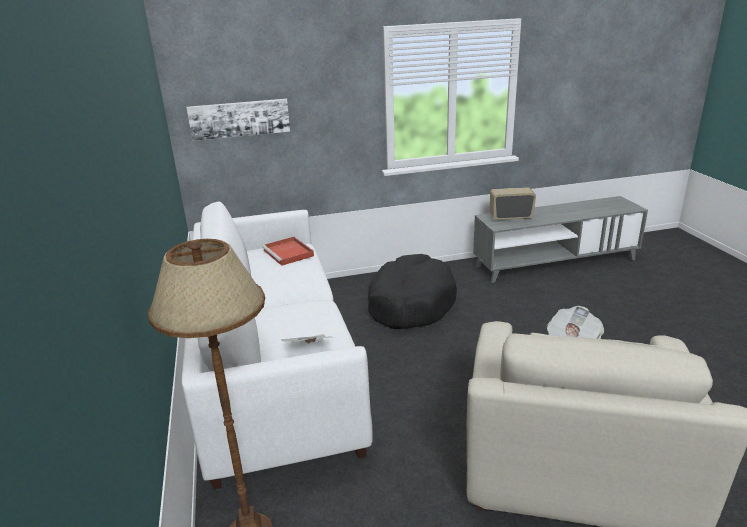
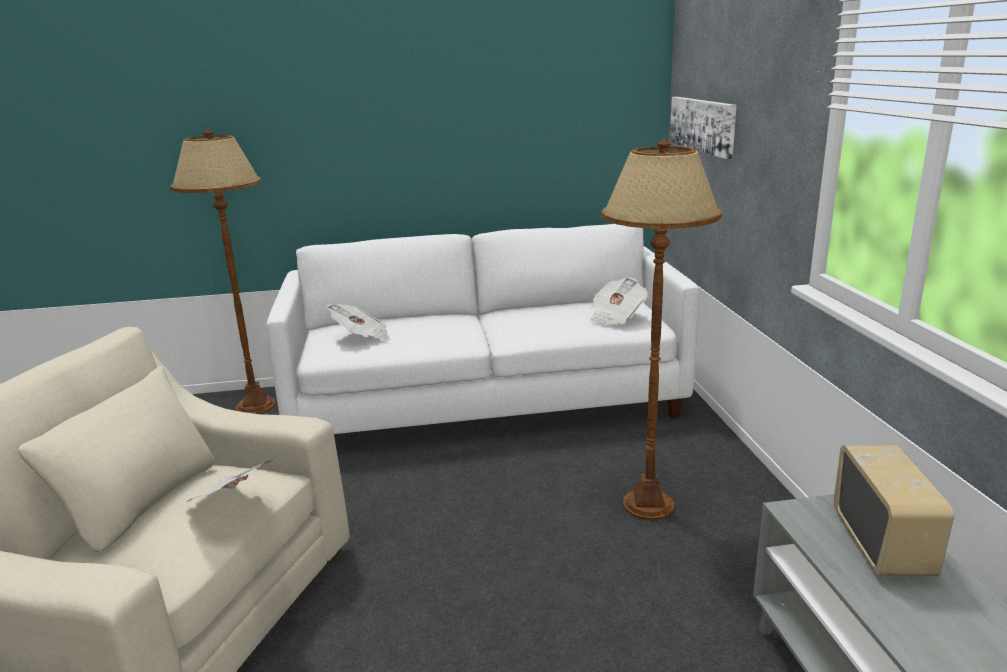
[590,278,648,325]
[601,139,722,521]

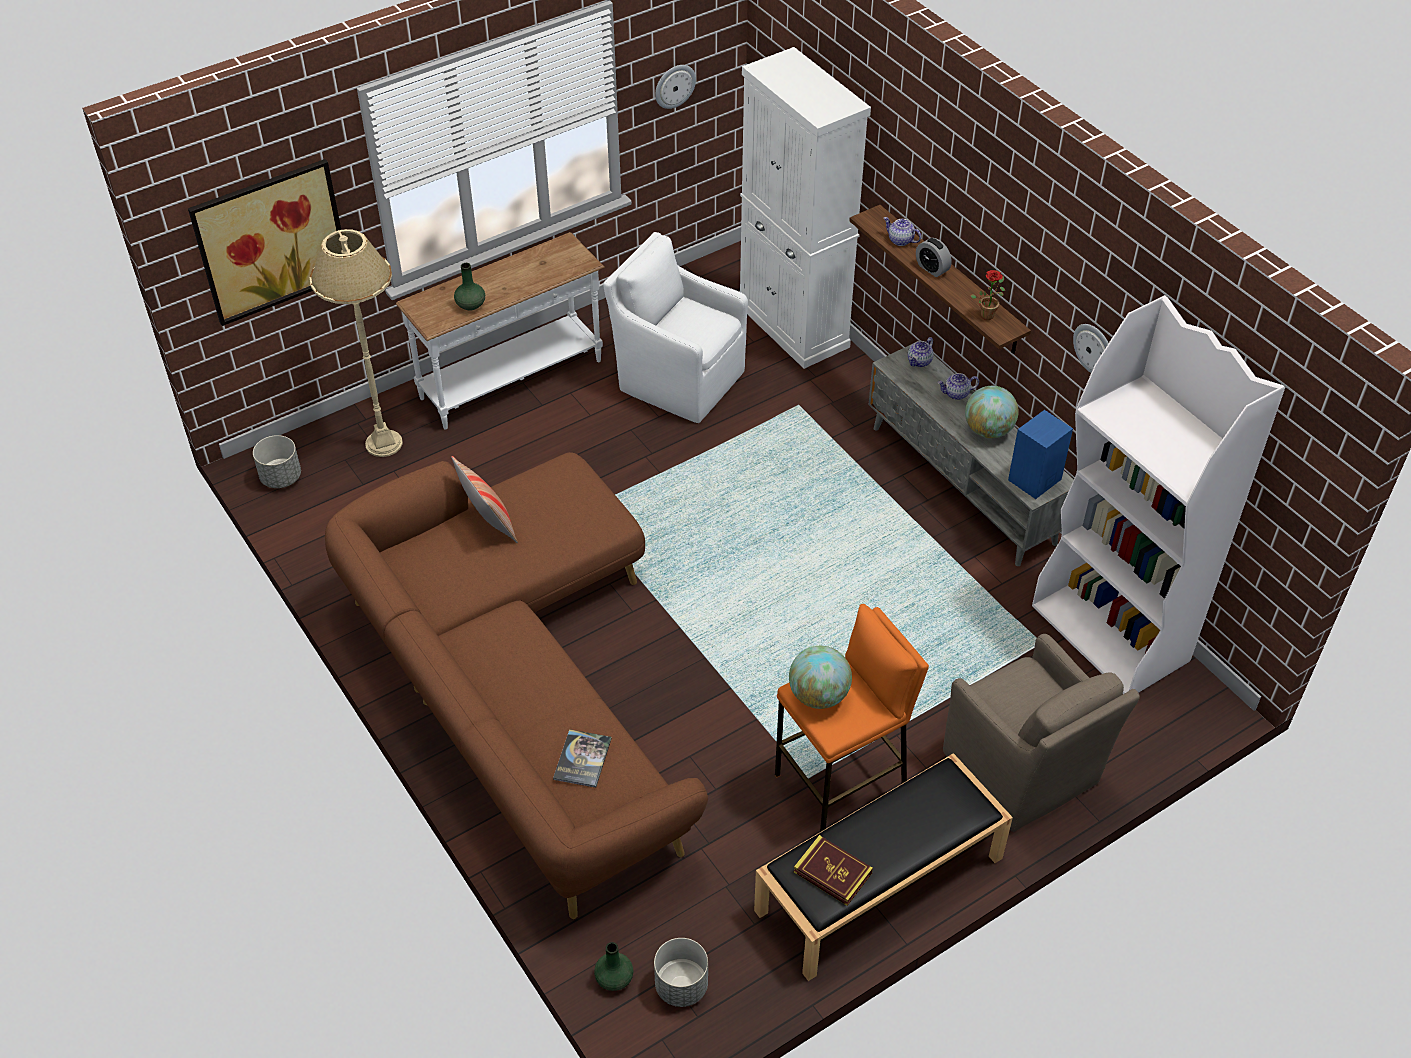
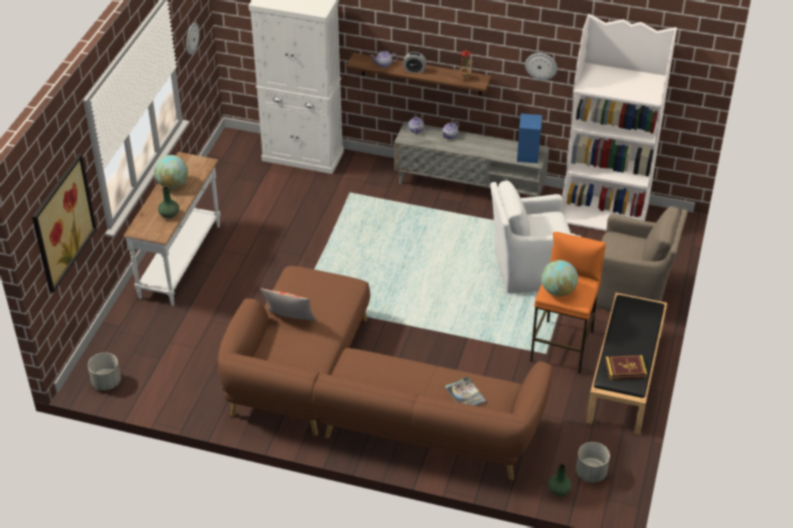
[310,229,403,457] (first image)
[490,181,576,293]
[154,155,188,189]

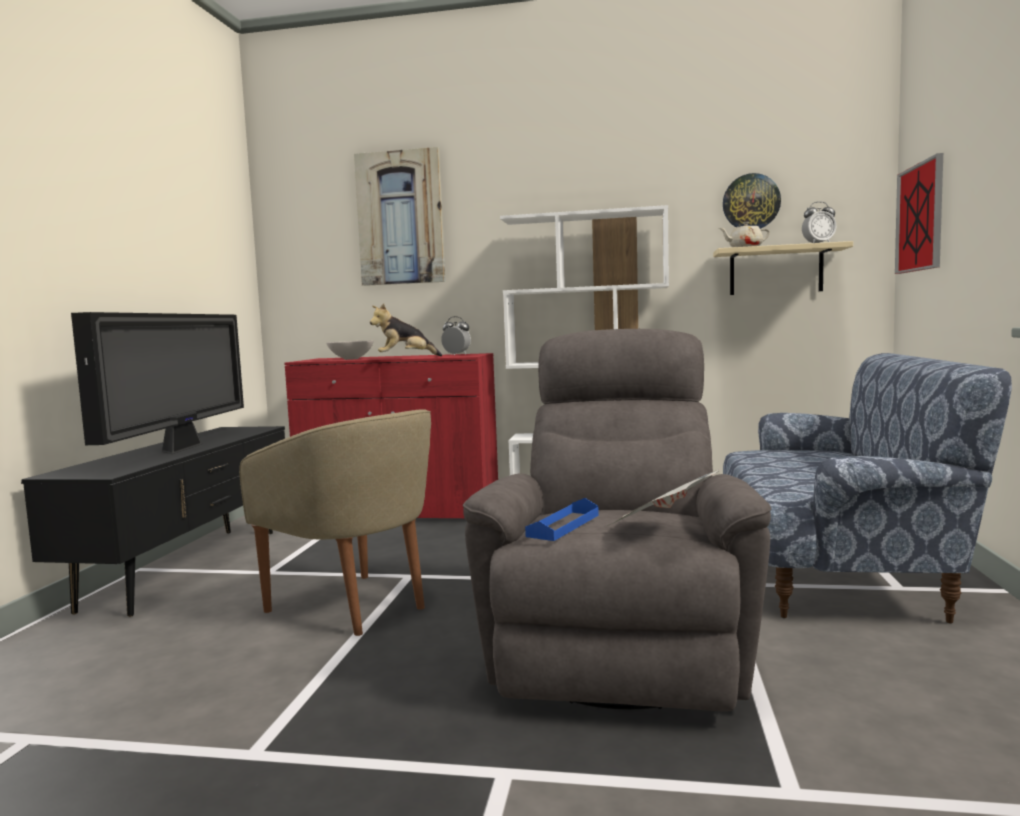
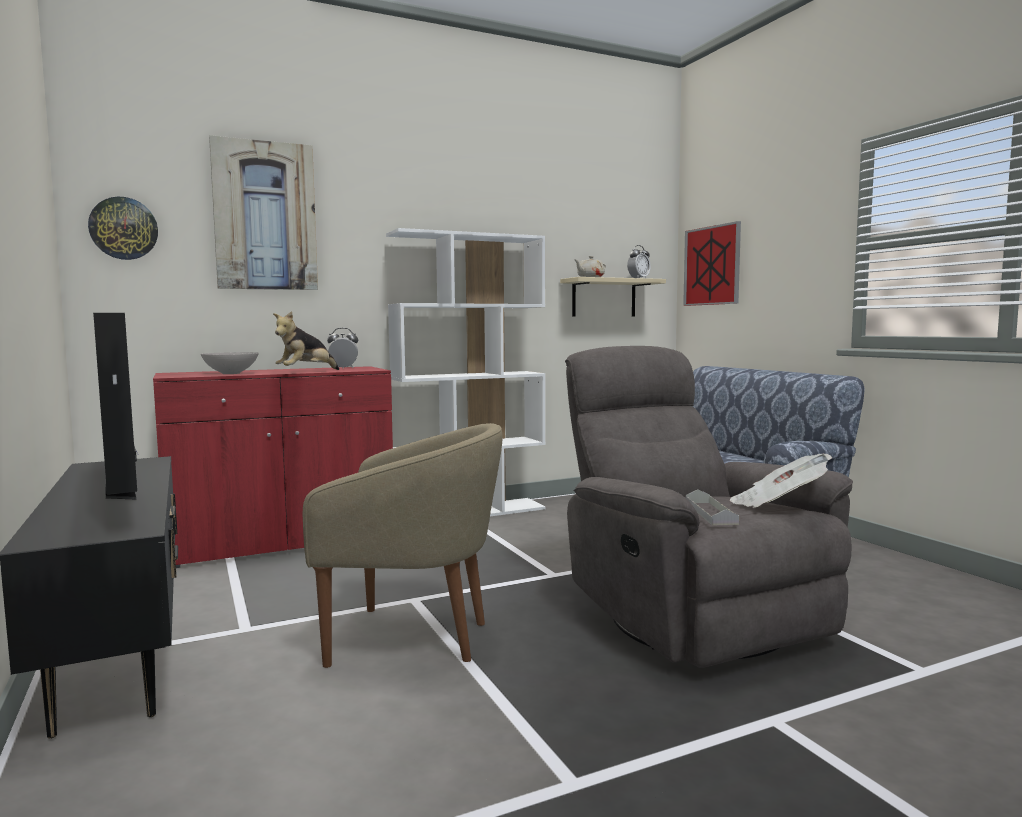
[88,197,158,260]
[686,489,739,525]

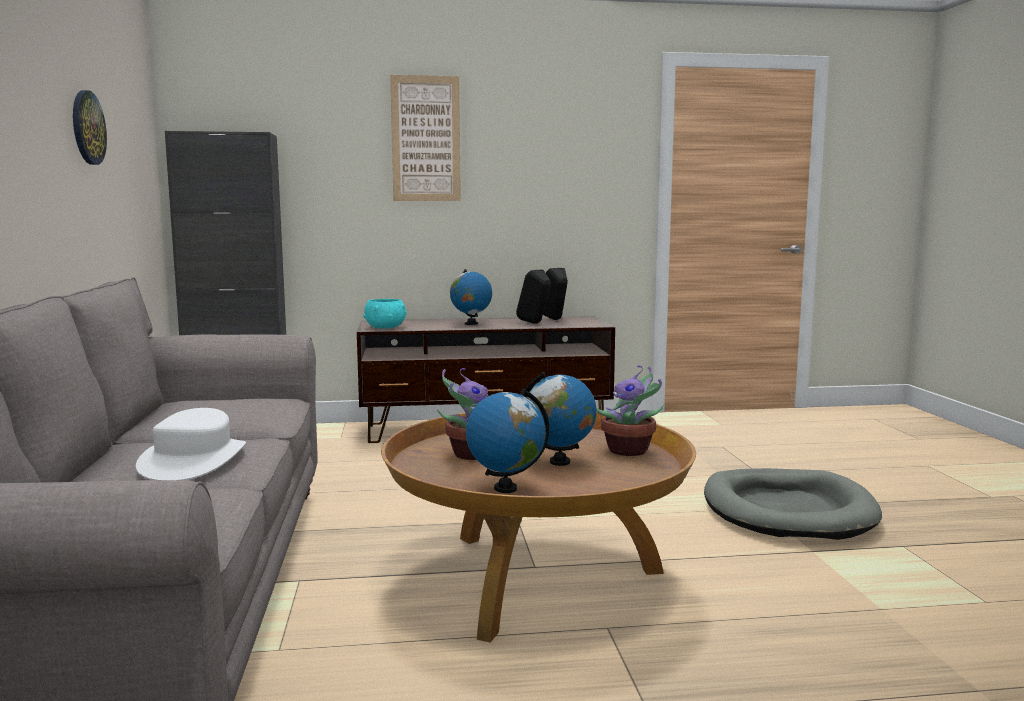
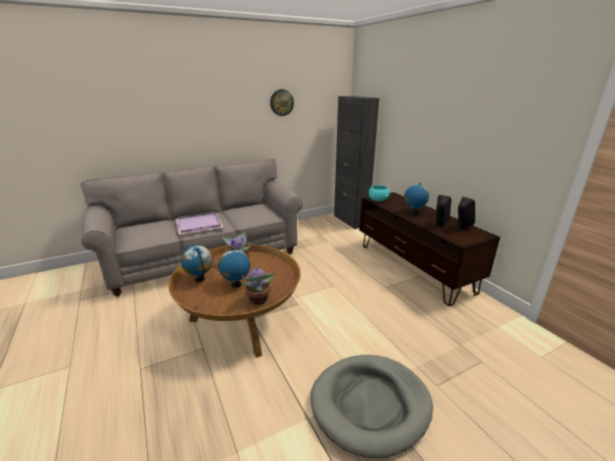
[390,75,461,201] (first image)
[176,212,224,235]

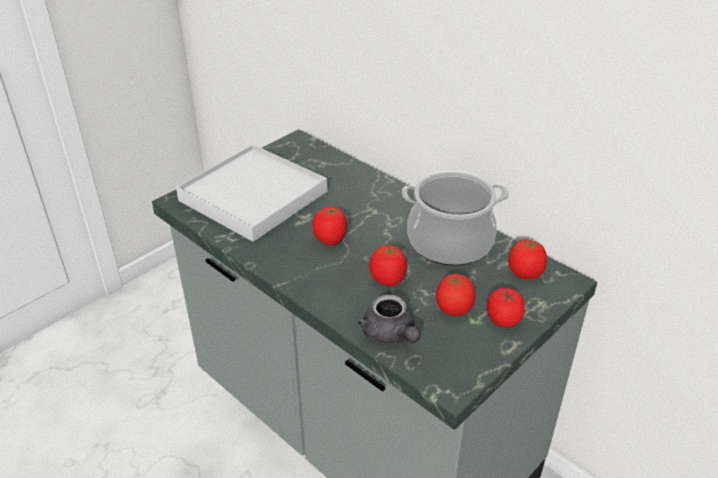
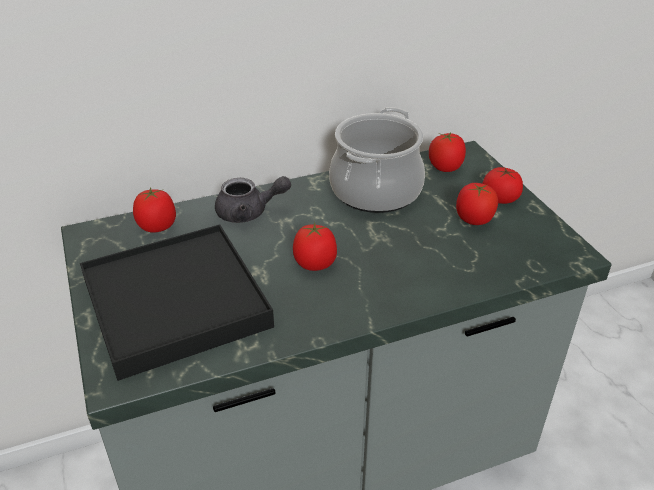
[80,224,274,381]
[133,187,176,233]
[215,176,291,223]

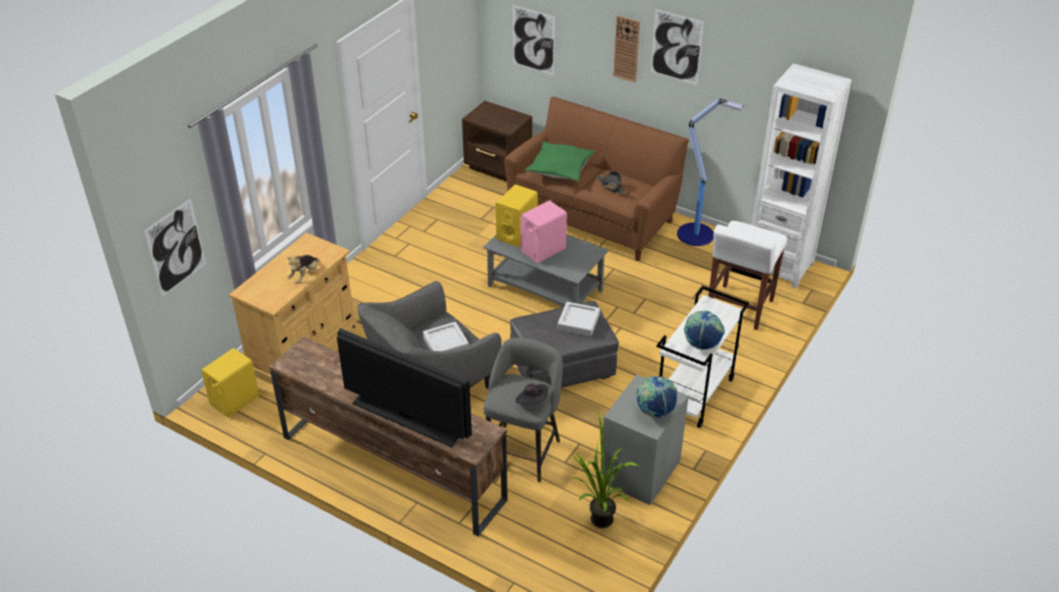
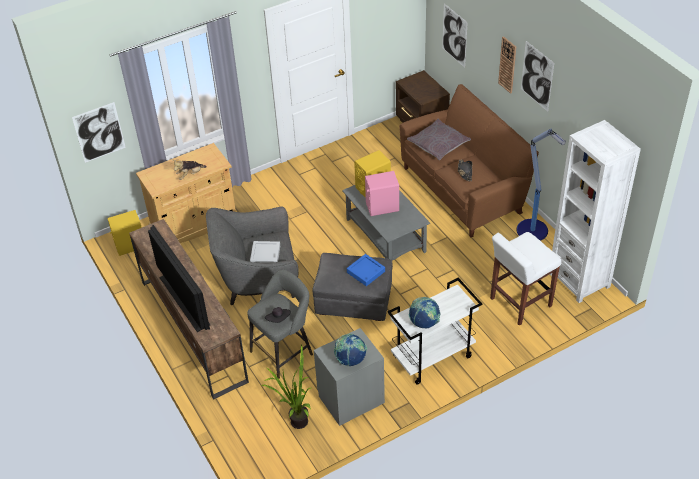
[407,119,471,160]
[347,254,385,286]

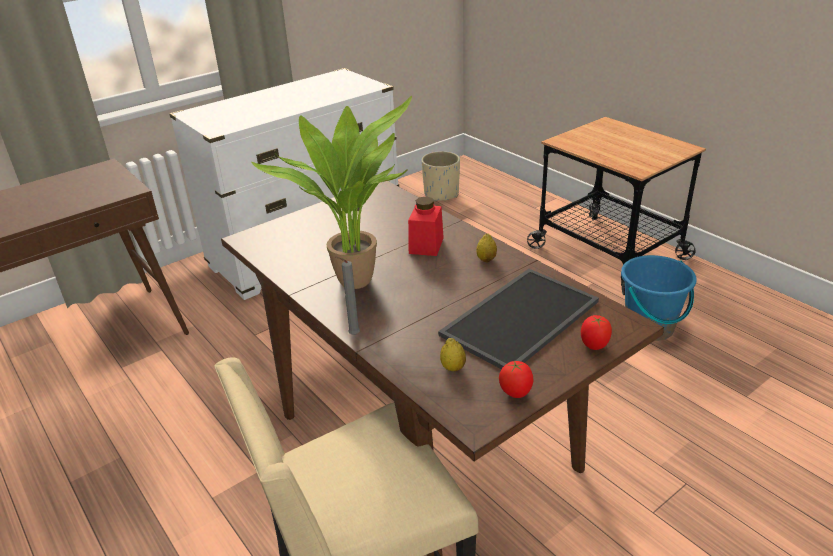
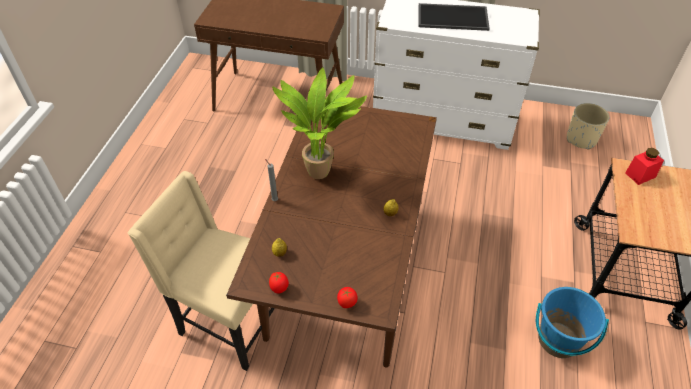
[625,148,664,185]
[419,3,490,31]

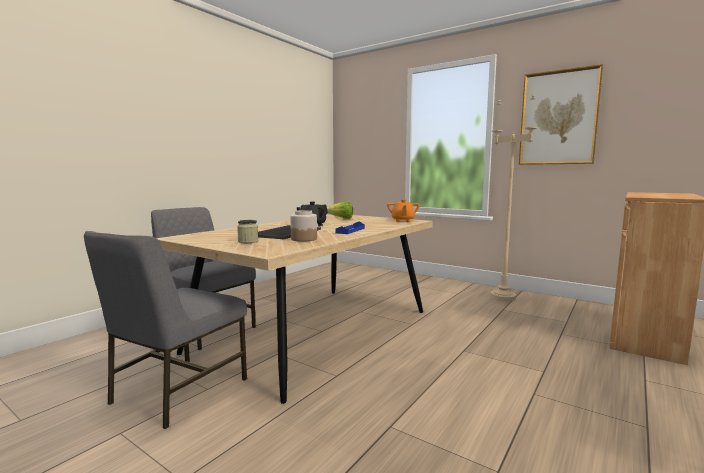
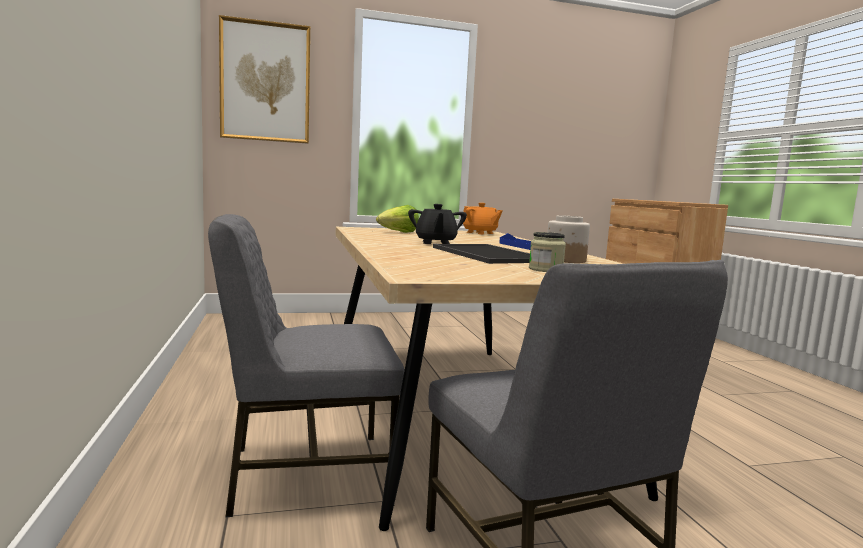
[219,15,310,144]
[491,94,537,302] (first image)

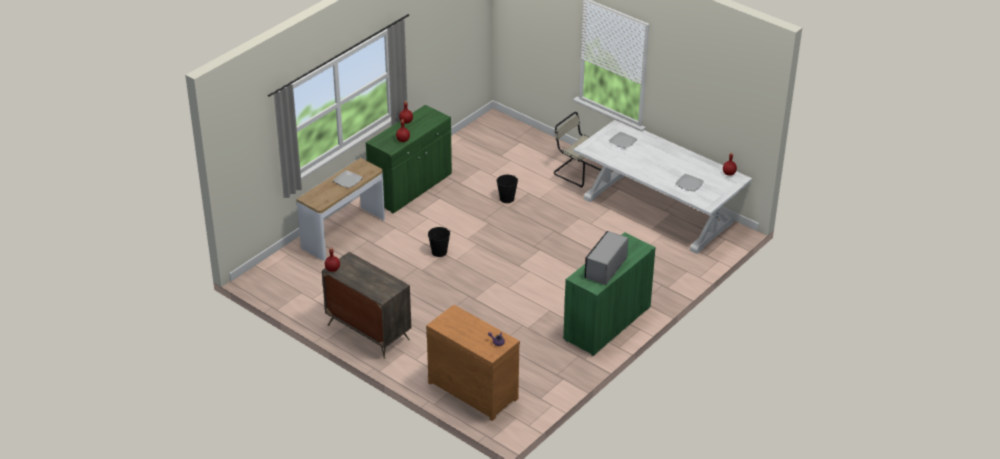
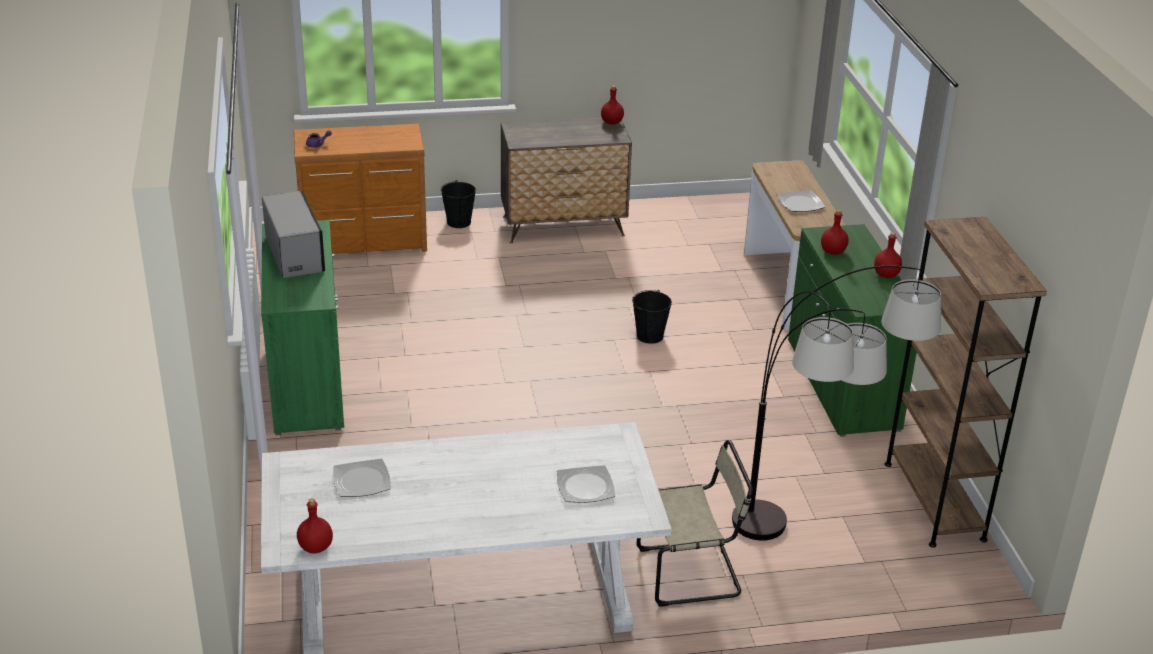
[441,180,476,228]
[885,217,1047,548]
[732,266,941,541]

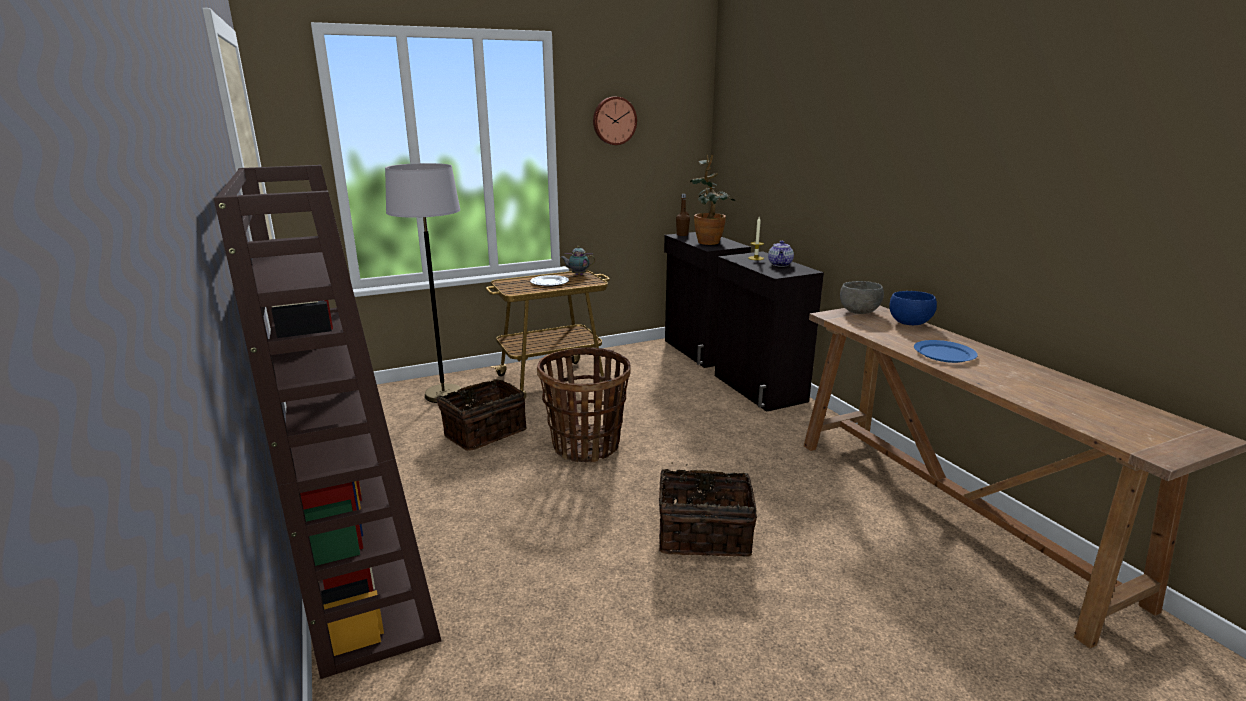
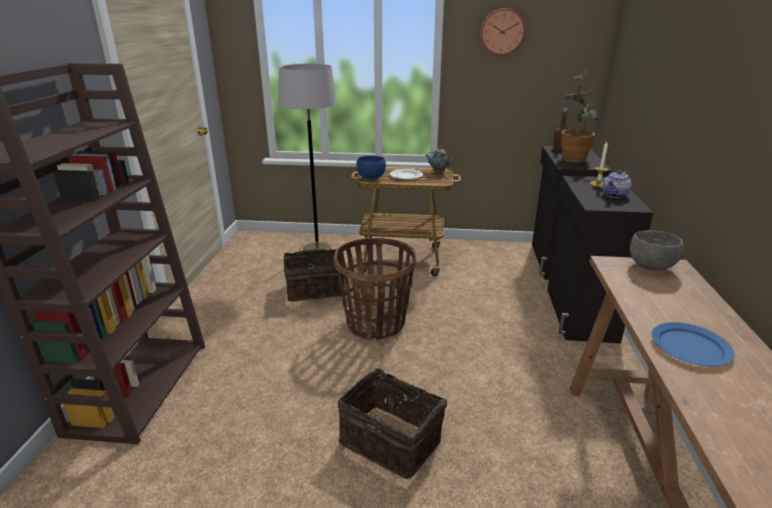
[356,156,386,179]

